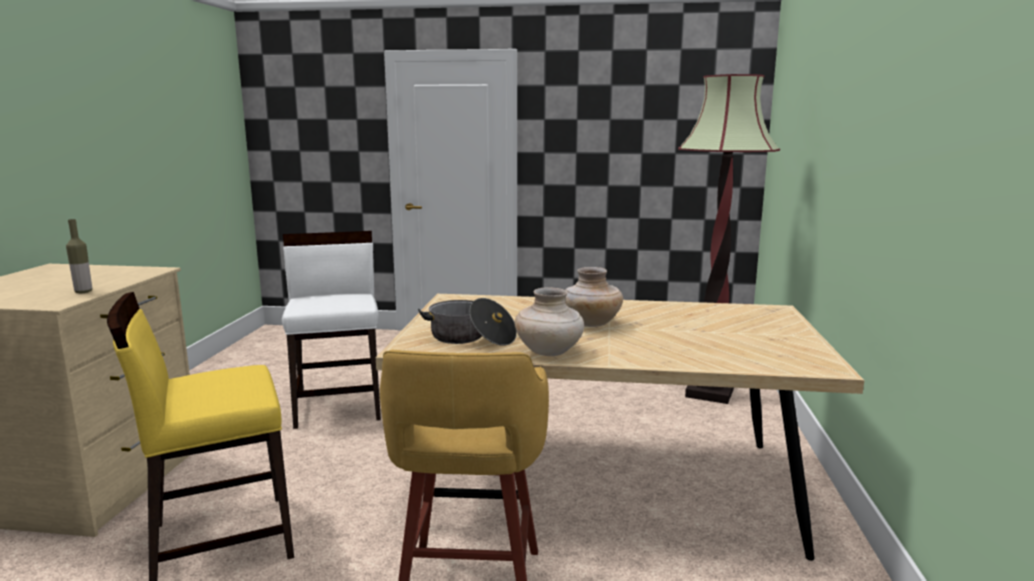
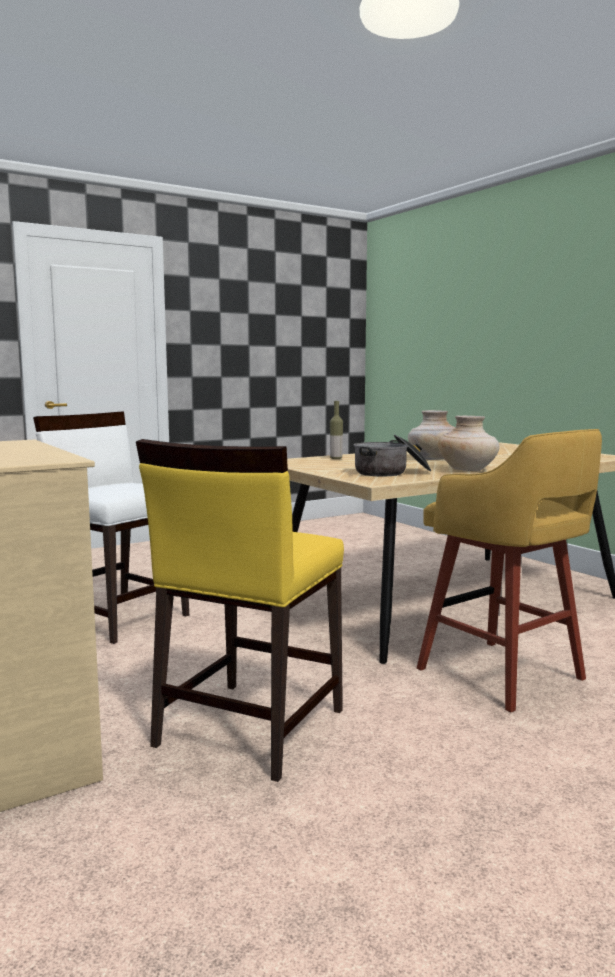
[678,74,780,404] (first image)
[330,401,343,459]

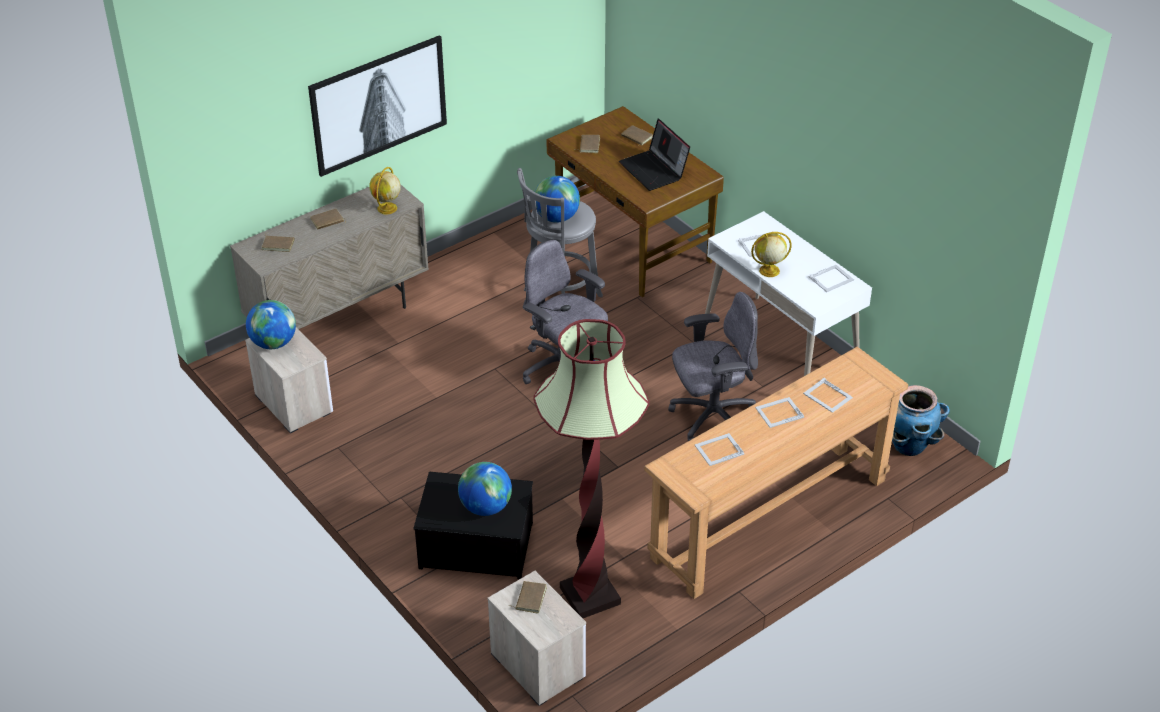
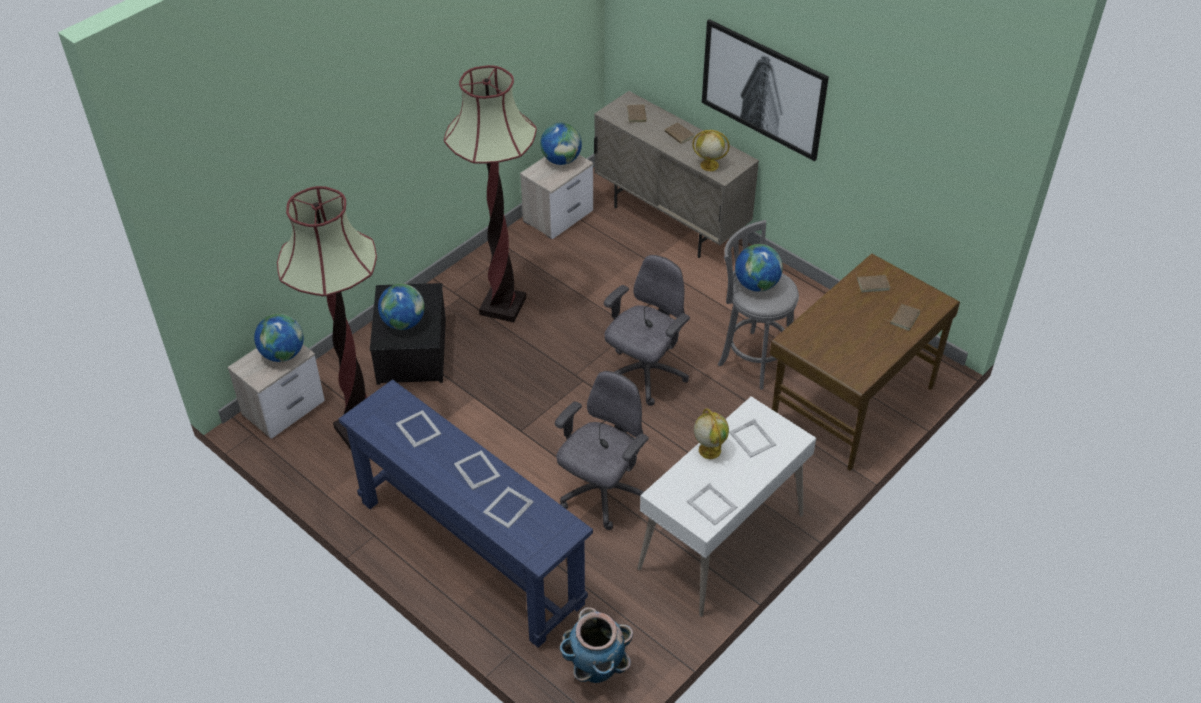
[619,119,690,191] (first image)
[555,371,649,530]
[339,379,593,648]
[254,314,304,362]
[444,65,537,323]

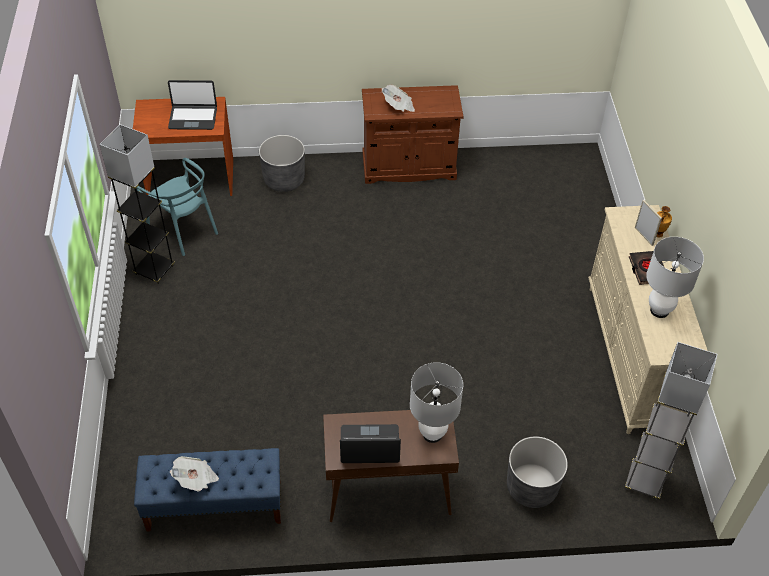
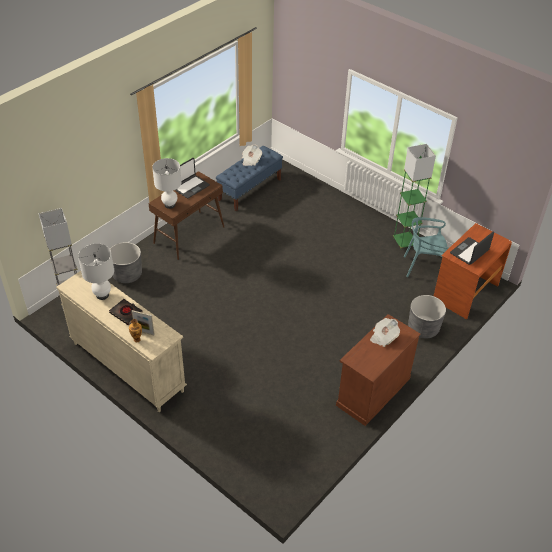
[393,144,436,250]

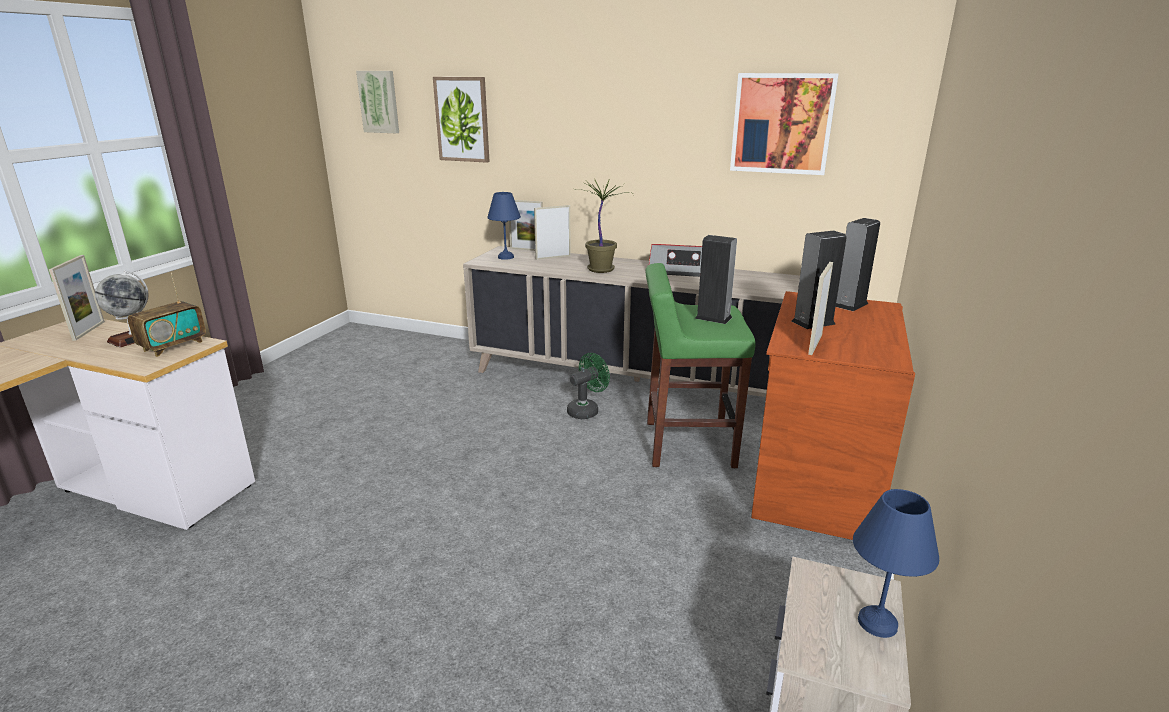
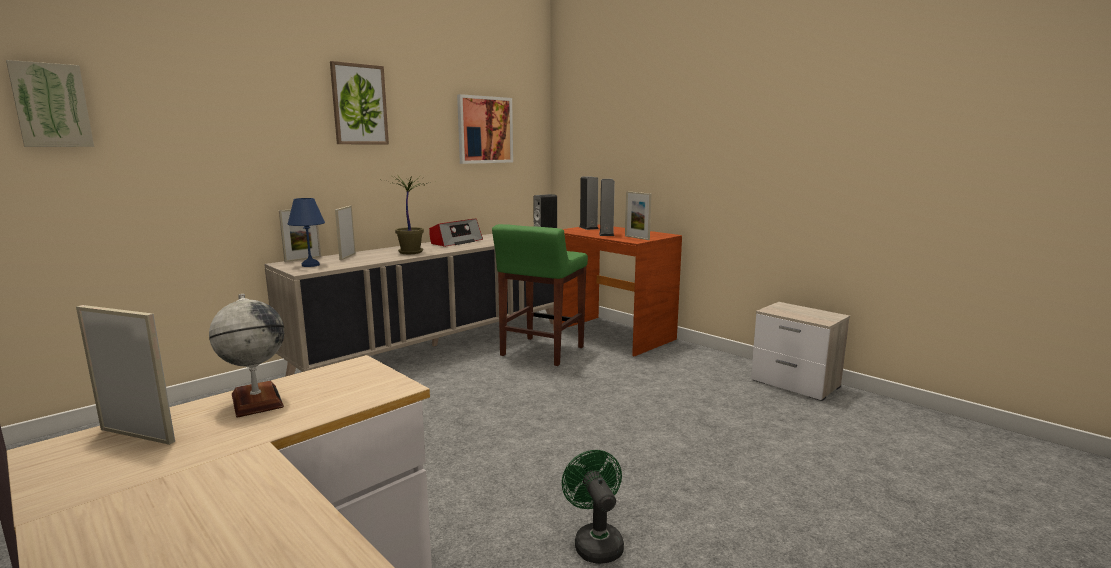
[330,61,389,144]
[128,272,206,357] (first image)
[562,450,624,564]
[853,489,939,638] (first image)

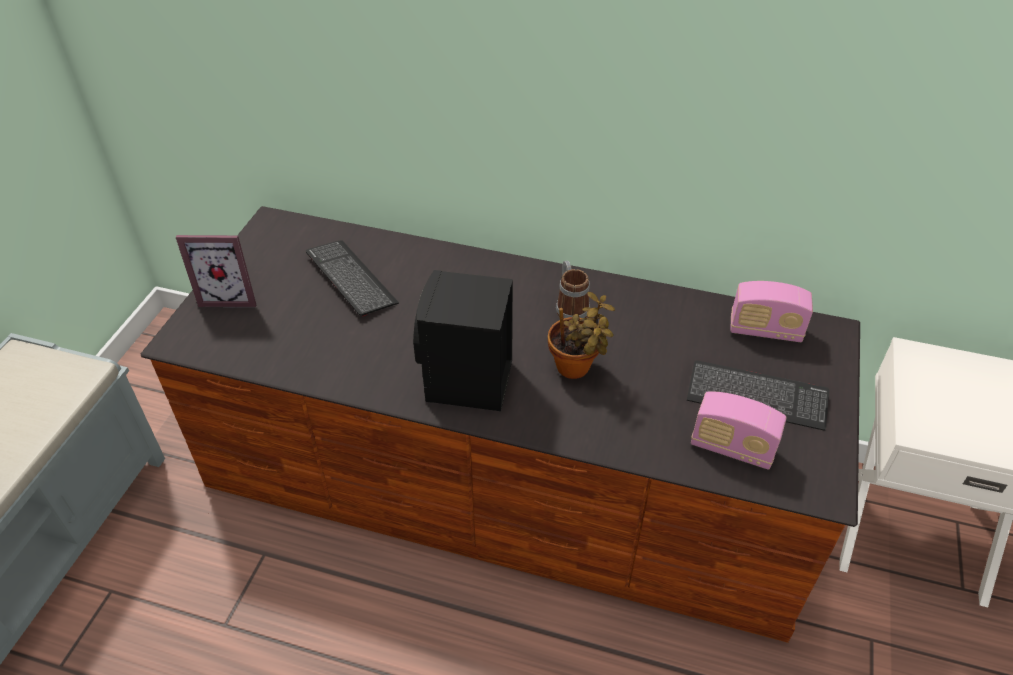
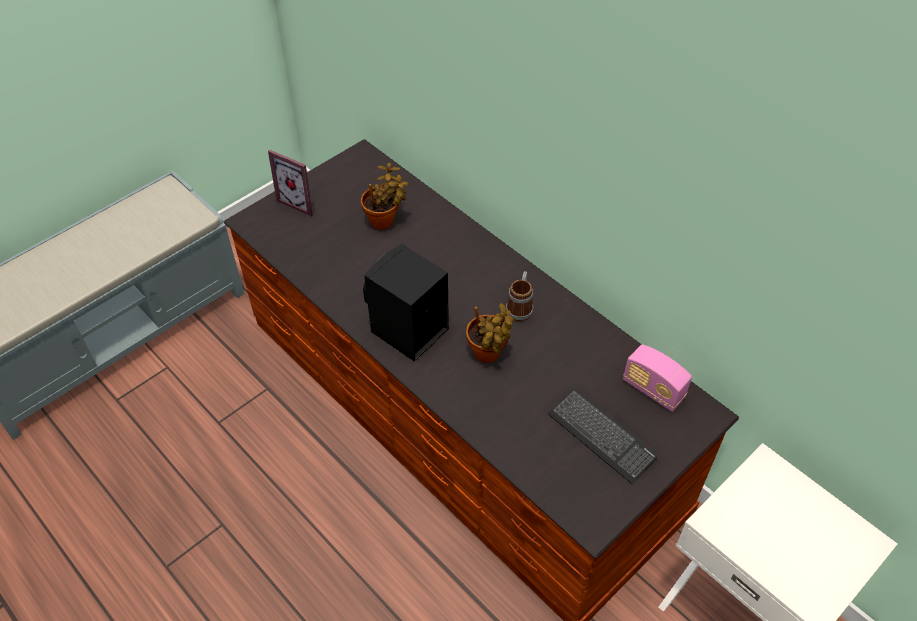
[361,163,409,230]
[691,391,786,470] (first image)

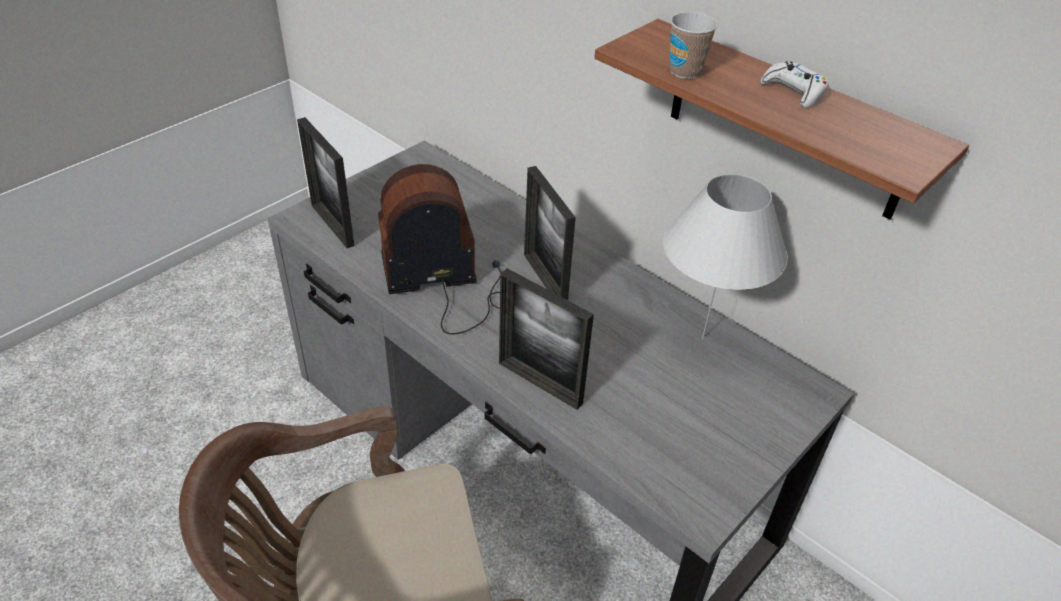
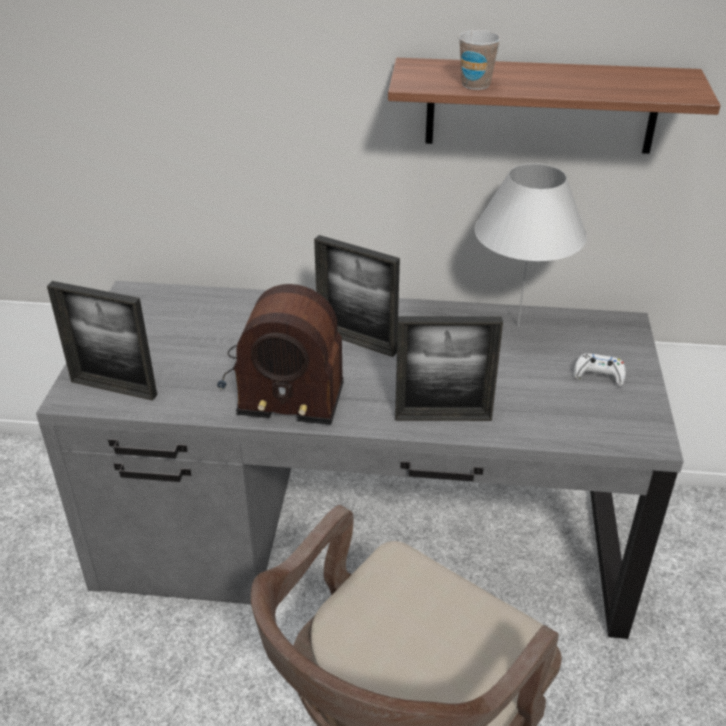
[574,353,626,387]
[217,284,344,425]

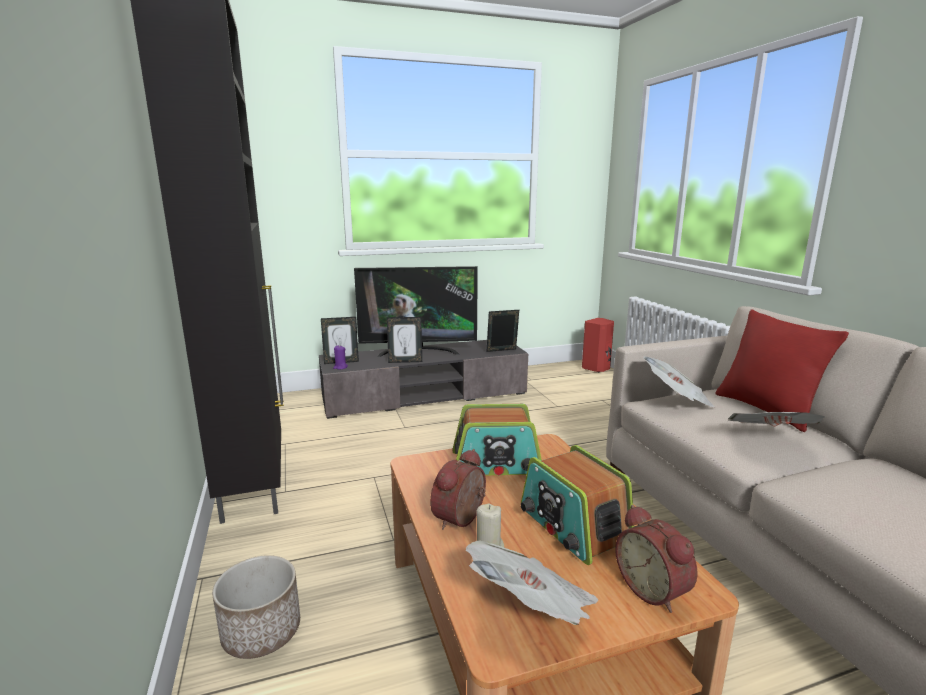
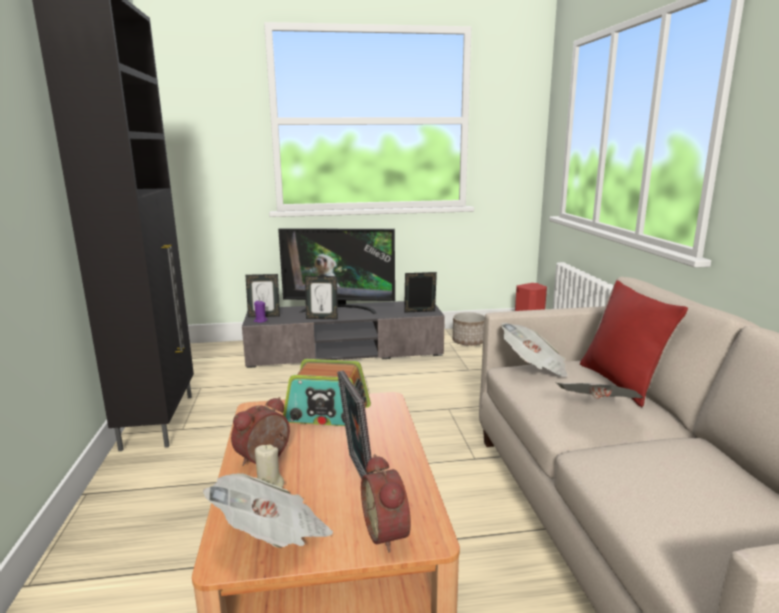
[337,371,374,479]
[453,312,485,346]

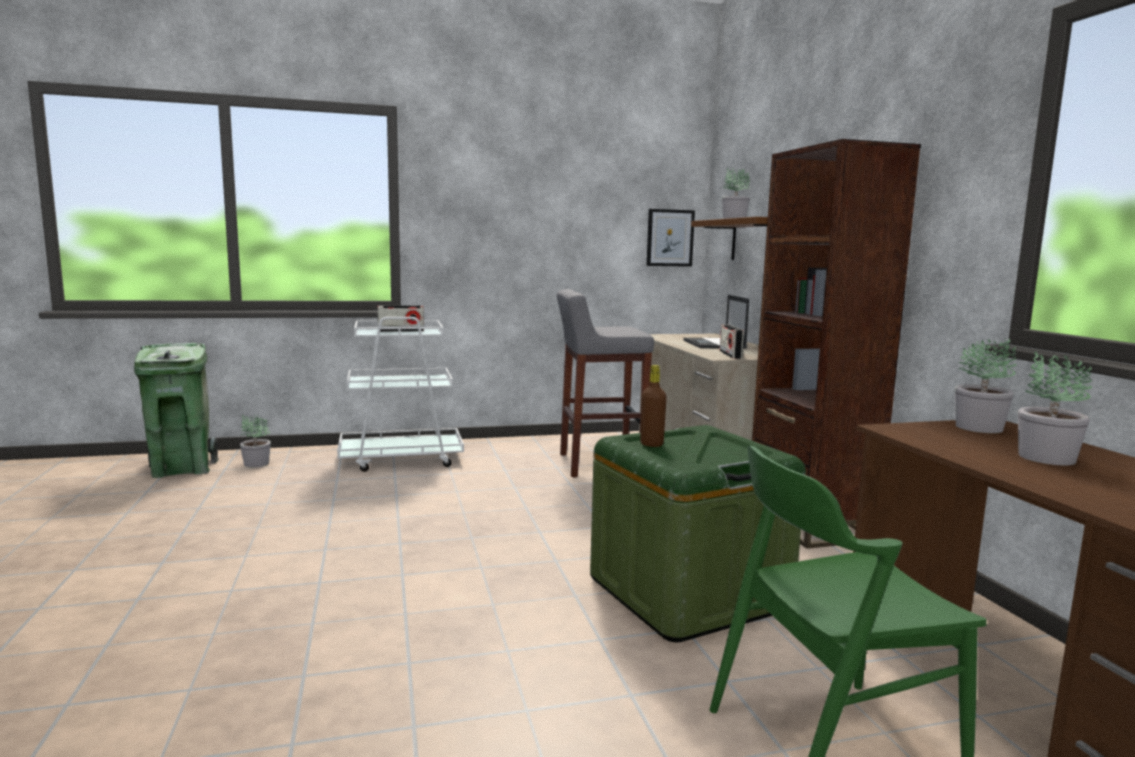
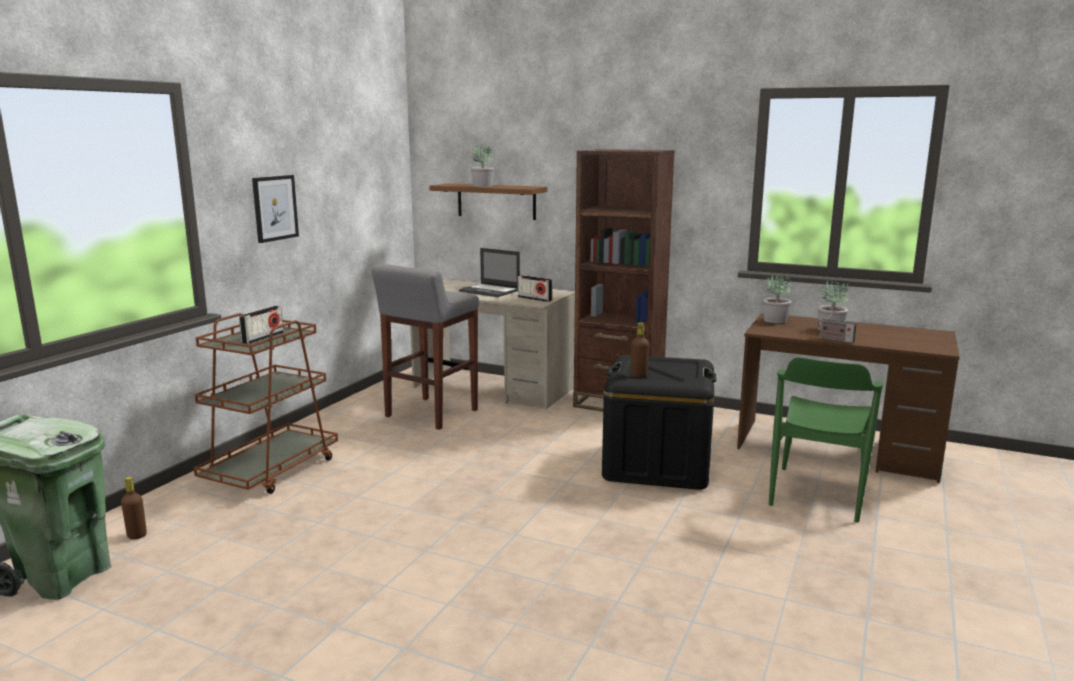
[252,175,299,243]
[194,313,338,494]
[121,477,147,539]
[602,355,716,490]
[818,311,856,343]

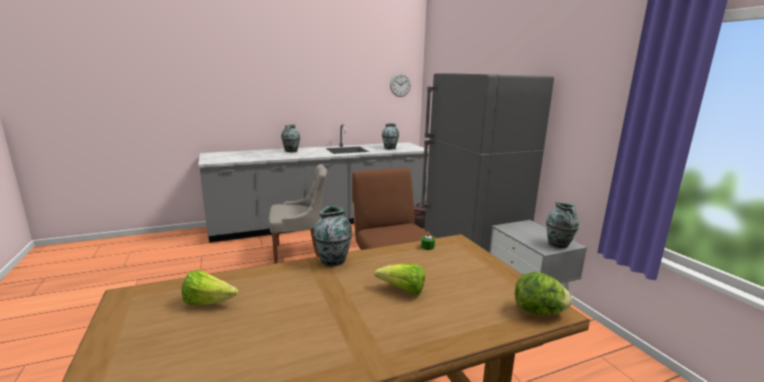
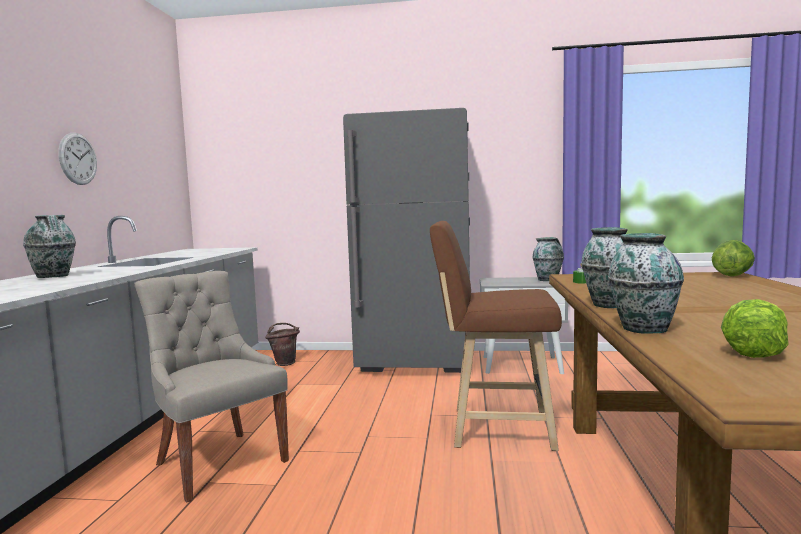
[58,133,97,185]
[608,233,684,333]
[134,271,289,502]
[374,264,425,295] (first image)

